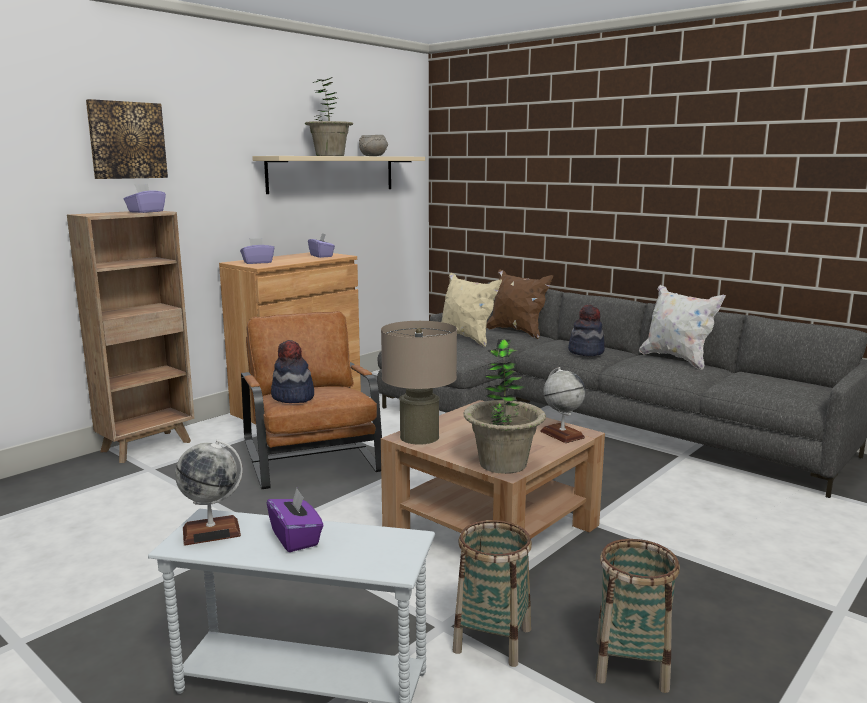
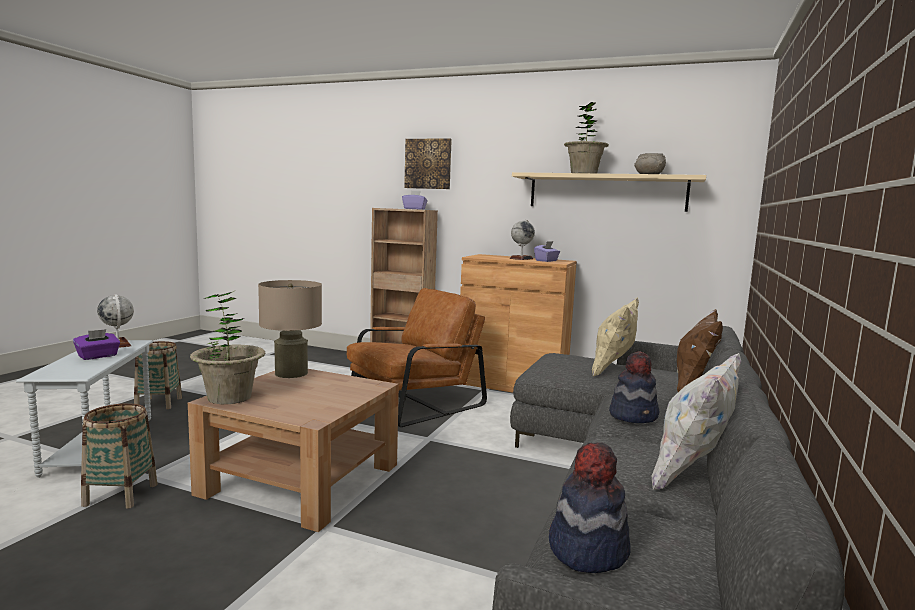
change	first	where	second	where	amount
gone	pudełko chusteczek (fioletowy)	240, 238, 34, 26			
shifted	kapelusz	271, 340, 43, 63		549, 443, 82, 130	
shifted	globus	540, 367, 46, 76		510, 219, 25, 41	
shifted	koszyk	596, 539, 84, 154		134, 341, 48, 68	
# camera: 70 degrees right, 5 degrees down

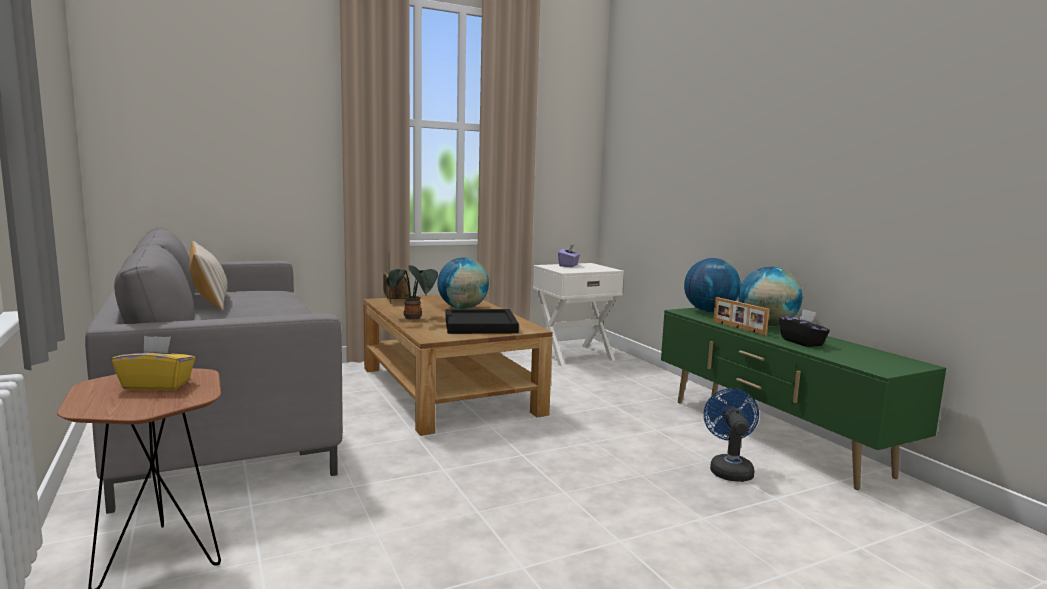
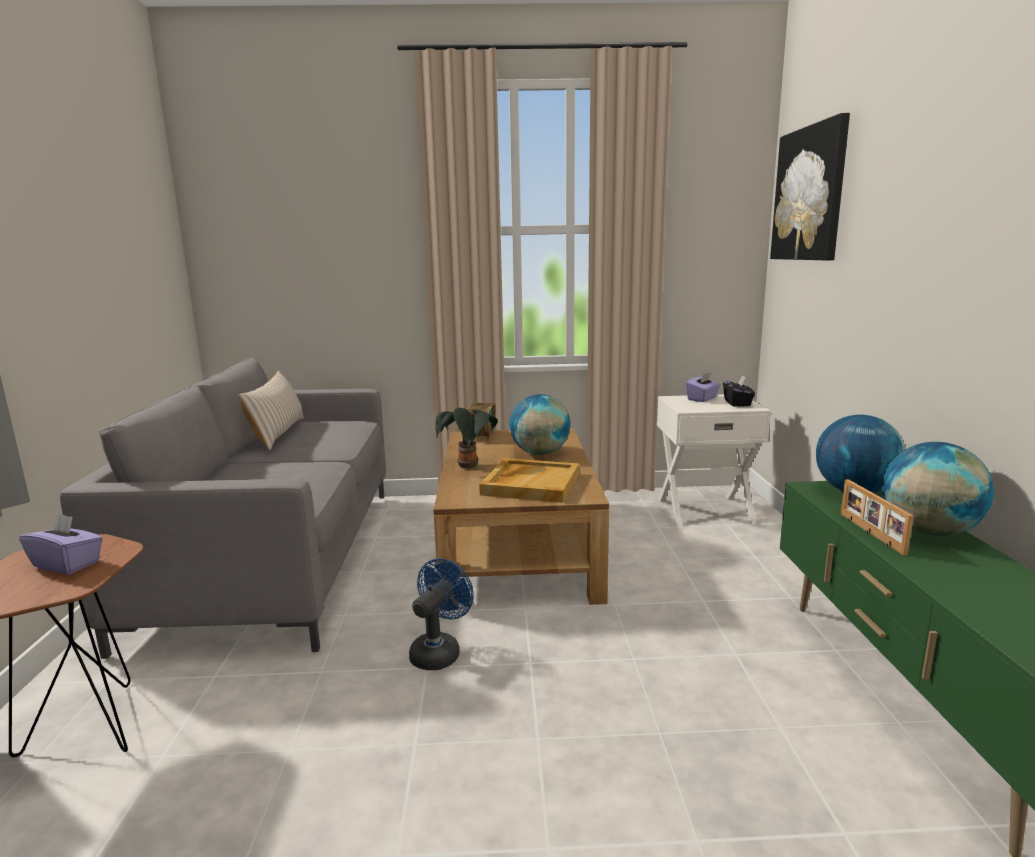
change	first	where	second	where	amount
new			obraz	770, 113, 80, 148	
shifted	wentylator (niebieski)	704, 388, 55, 94		409, 558, 65, 112	
shifted	pudełko chusteczek (czarny)	779, 309, 51, 38		723, 375, 32, 31	
repainted	pudełko chusteczek (żółty)	112, 336, 84, 55	pudełko chusteczek (fioletowy)	19, 513, 84, 61	
repainted	taca (czarny)	445, 309, 74, 25	taca (beżowy)	479, 458, 100, 44	
# camera: 25 degrees right, 5 degrees up

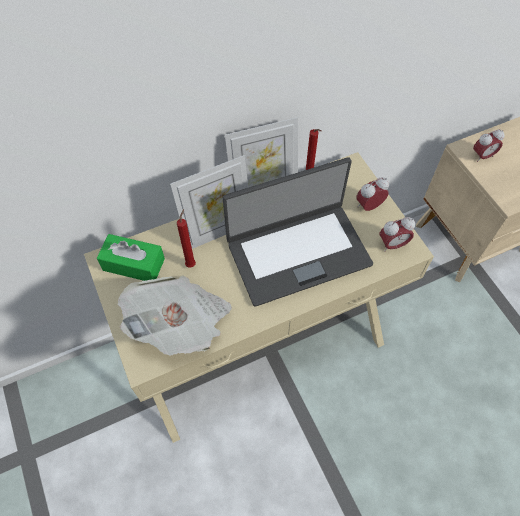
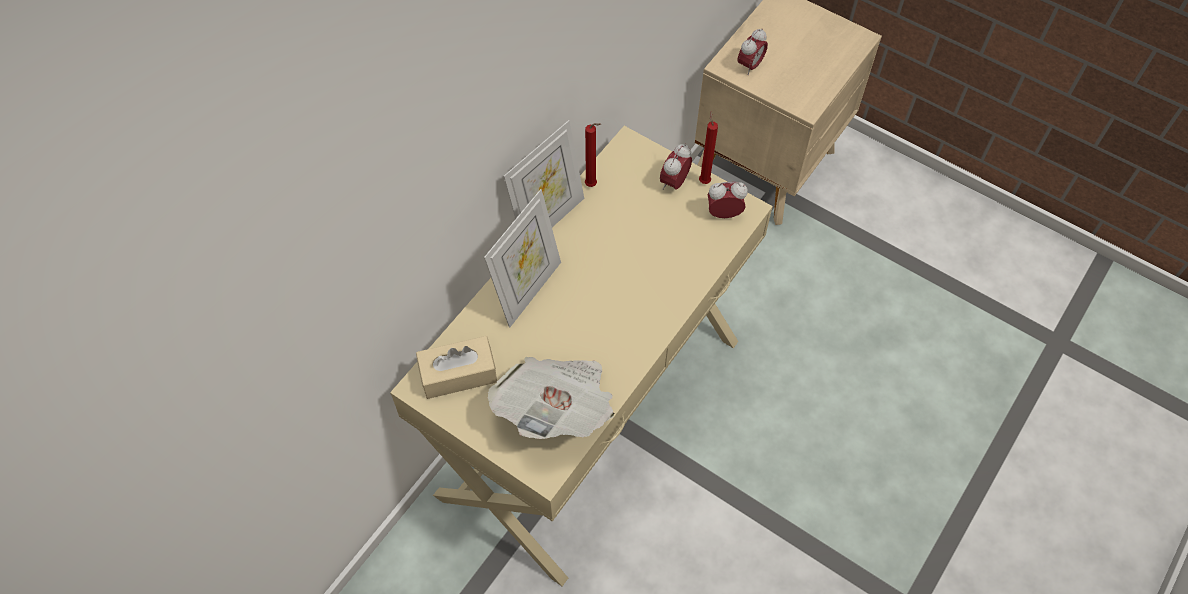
change	first	where	second	where	amount
gone	laptop	223, 157, 150, 150			
shifted	świeca (czerwony)	177, 209, 19, 59		699, 110, 19, 74	
repainted	pudełko chusteczek (zielony)	97, 234, 68, 47	pudełko chusteczek (beżowy)	416, 336, 81, 63	
rotated	budzik	380, 217, 35, 35		708, 182, 40, 36	135 degrees counterclockwise
# camera: 30 degrees left, 0 degrees up

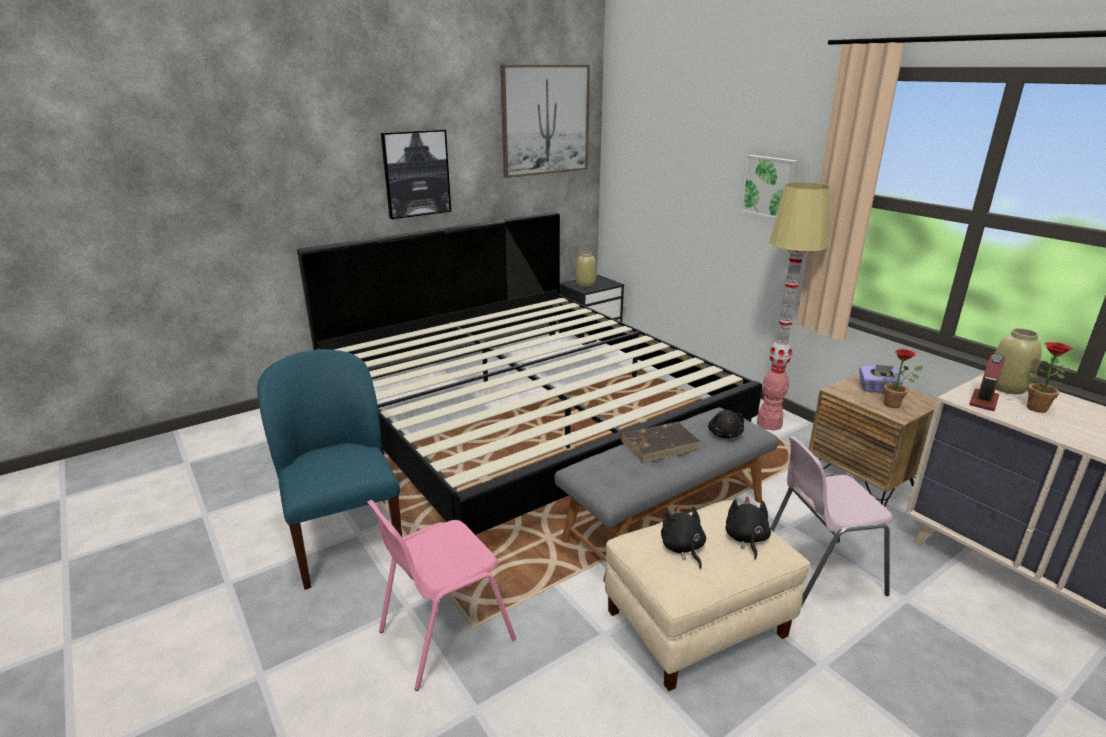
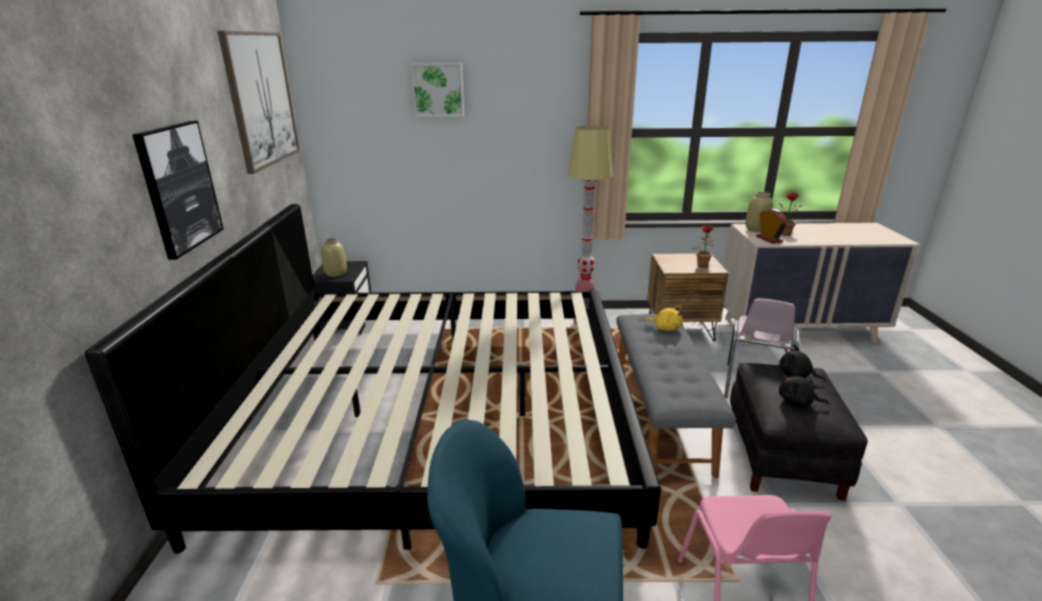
change	first	where	second	where	amount
gone	książka (brązowy)	620, 422, 80, 41			
gone	pudełko chusteczek (fioletowy)	859, 364, 44, 29			
shifted	obraz	740, 155, 59, 64		410, 63, 54, 54	
repainted	pufa (beżowy)	605, 500, 205, 191	pufa (czarny)	730, 363, 138, 137	
repainted	pluszak (czarny)	708, 410, 36, 28	pluszak (żółty)	645, 306, 38, 25	
# camera: 55 degrees left, 0 degrees up

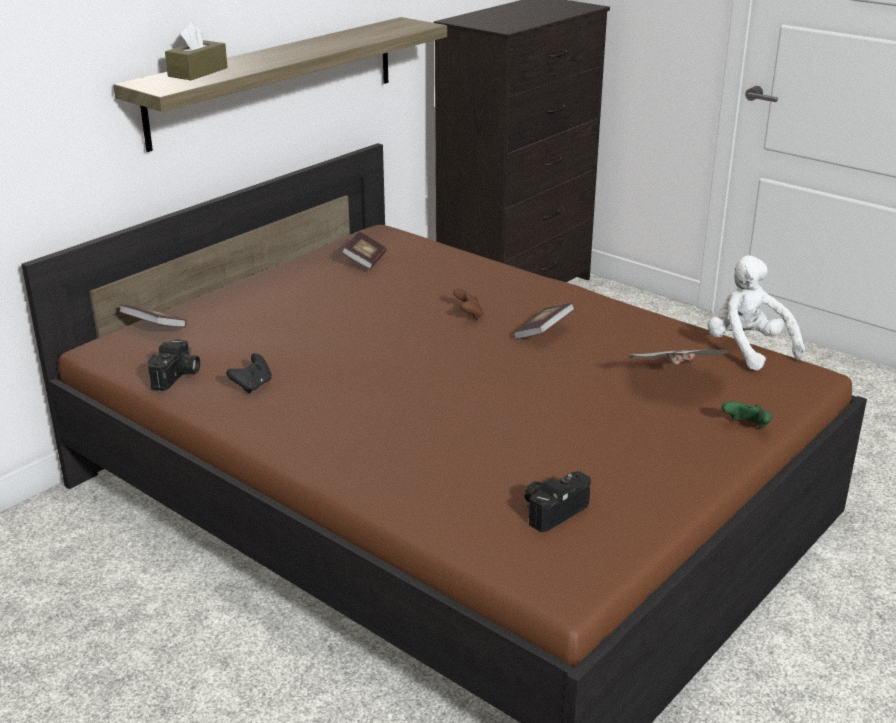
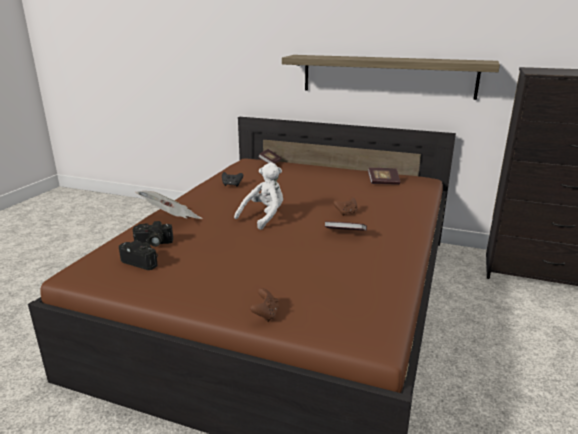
change	first	where	second	where	amount
gone	pudełko chusteczek (brązowy)	165, 22, 63, 58			
shifted	aparat fotograficzny	148, 339, 52, 52		133, 221, 40, 26	
shifted	gazeta	627, 349, 101, 16		135, 191, 67, 28	
shifted	pluszak (biały)	708, 255, 97, 116		234, 163, 49, 67	
repainted	pad do gier (zielony)	722, 401, 50, 27	pad do gier (brązowy)	250, 288, 29, 34	
# camera: 70 degrees right, 5 degrees down

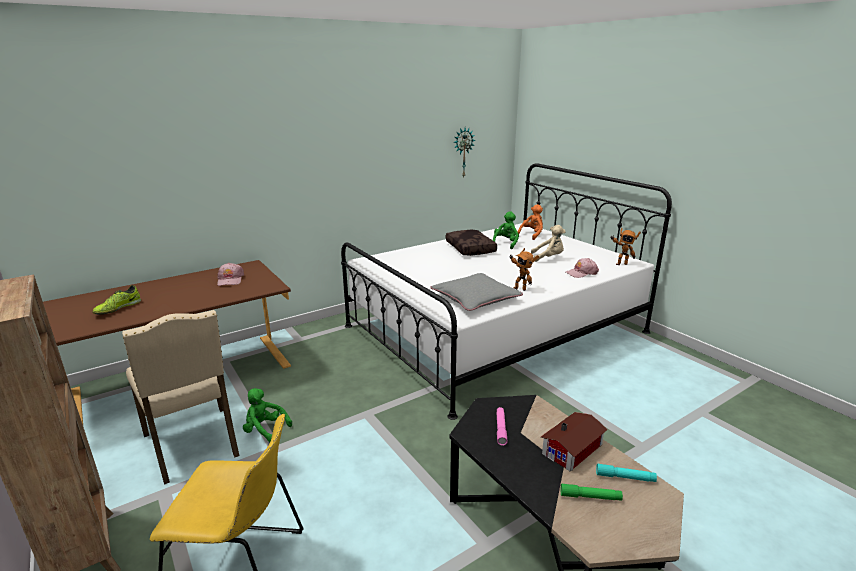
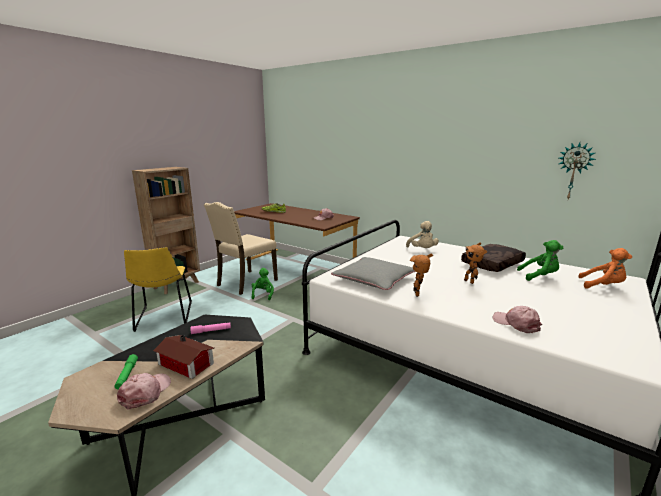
change	first	where	second	where	amount
shifted	pluszak (beżowy)	531, 225, 35, 37		406, 221, 33, 27	
shifted	robot zabawkowy	610, 228, 31, 37		464, 242, 23, 42	
swapped	latarka (turkusowy)	596, 463, 61, 19	czapka z daszkiem (różowy)	117, 373, 54, 37	
# camera: 70 degrees right, 5 degrees down

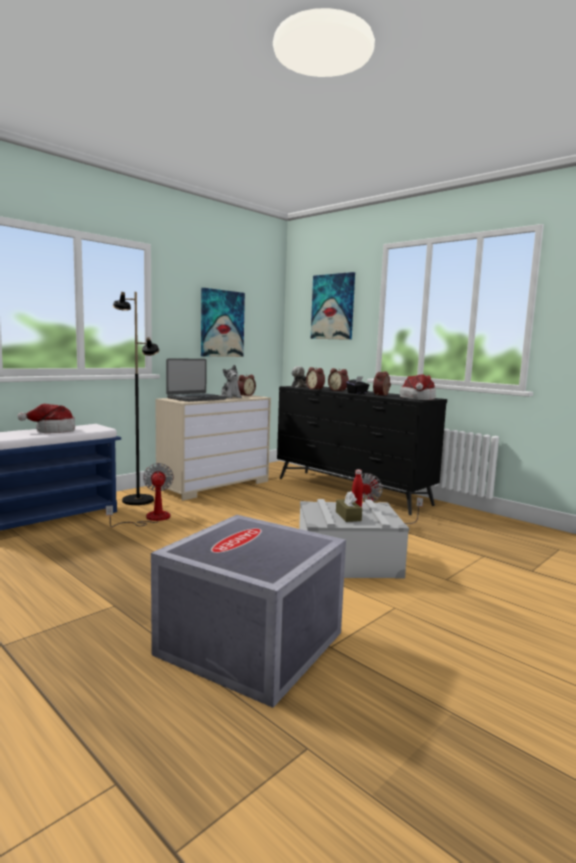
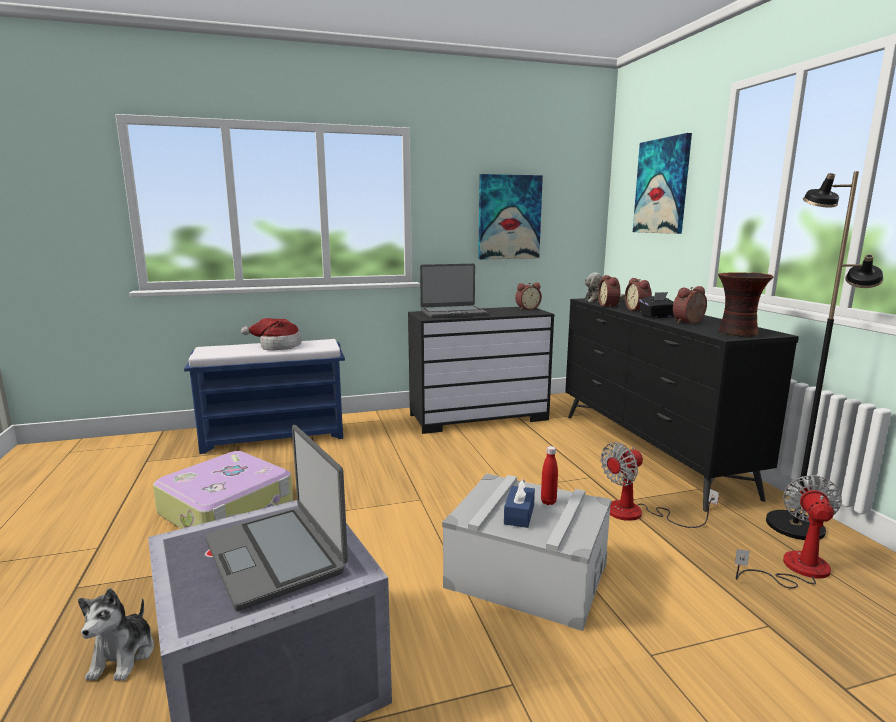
change	first	where	second	where	amount
new			walizka	153, 451, 140, 78	
new			laptop	205, 425, 143, 186	
shifted	wentylator	106, 463, 68, 64		735, 475, 107, 113	
shifted	lampa stojąca (czarny)	113, 292, 46, 213		766, 171, 117, 369	
shifted	pluszak	220, 365, 22, 33		78, 588, 76, 93	
swapped	kapelusz	400, 374, 36, 26	wazon	718, 272, 55, 65	
repainted	komoda (beżowy)	155, 395, 116, 106	komoda (czarny)	408, 307, 146, 127	
repainted	pudełko chusteczek (brązowy)	336, 491, 26, 31	pudełko chusteczek (niebieski)	504, 479, 31, 49	
# camera: 30 degrees right, 5 degrees up

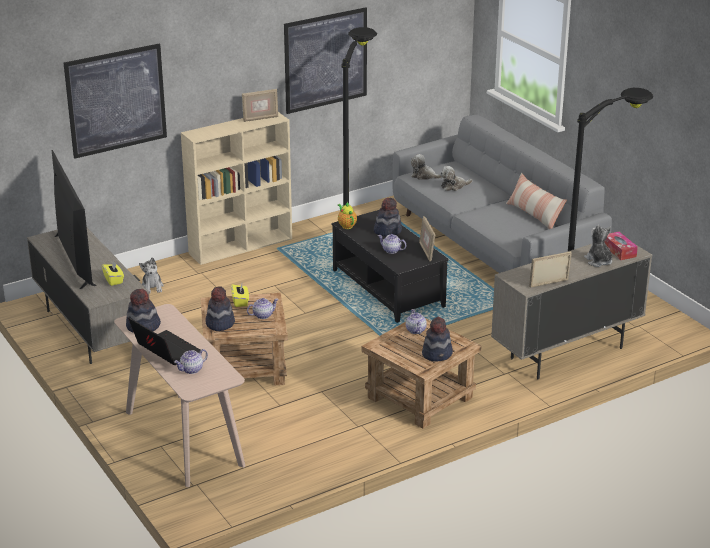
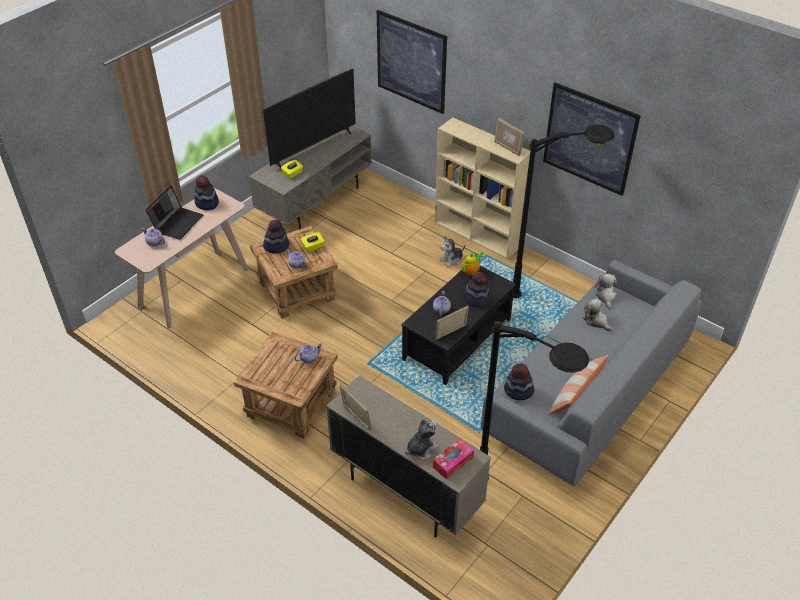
change	first	where	second	where	amount
shifted	pluszak	139, 257, 25, 37		440, 236, 25, 31	
shifted	kapelusz	422, 317, 31, 44		504, 363, 31, 37	
# camera: 70 degrees right, 15 degrees up

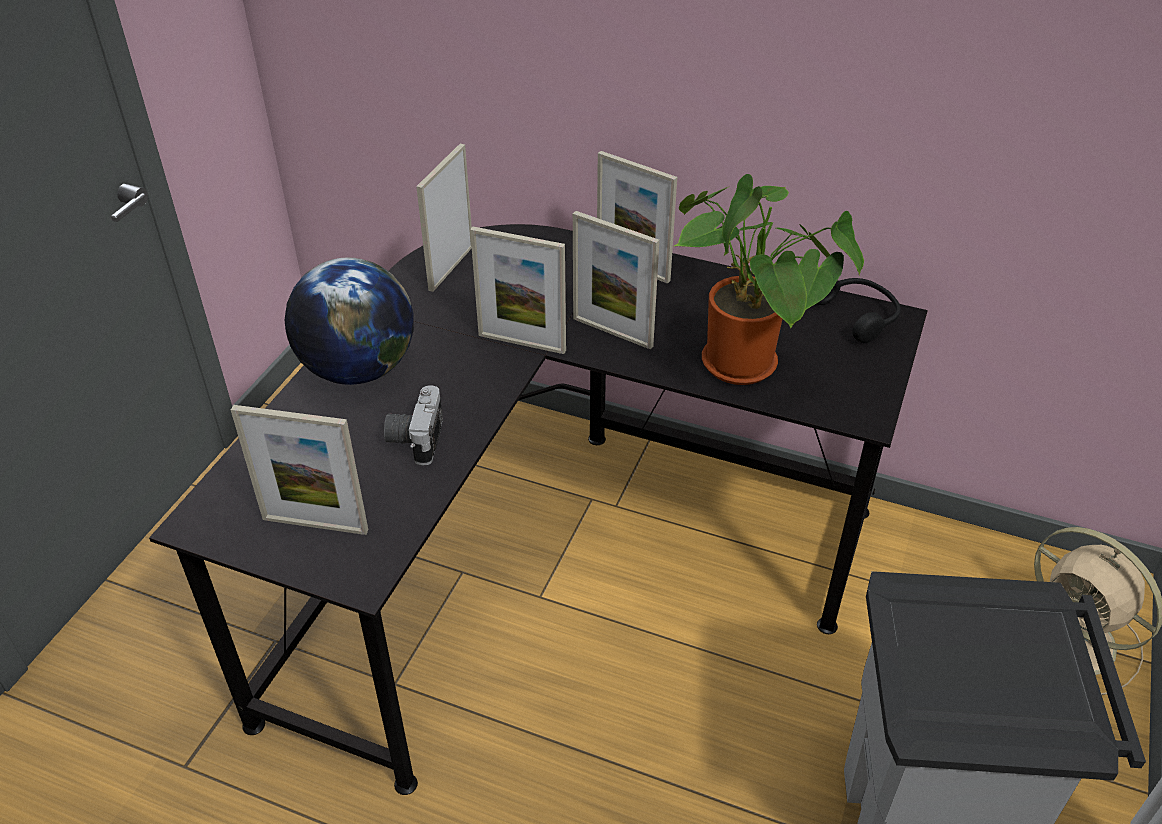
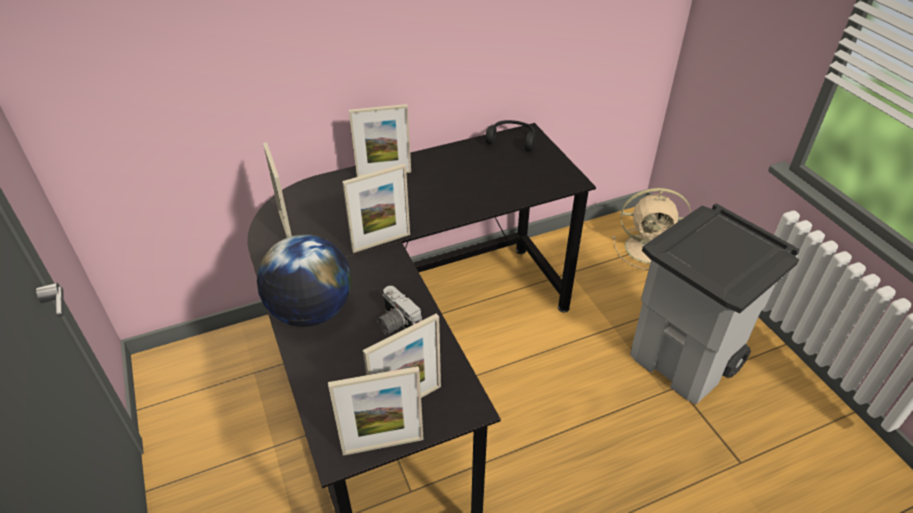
change	first	where	second	where	amount
gone	roślina doniczkowa	674, 174, 190, 211			
shifted	ramka na zdjęcie	573, 211, 86, 138		328, 366, 96, 90	
# camera: 45 degrees left, 0 degrees up

